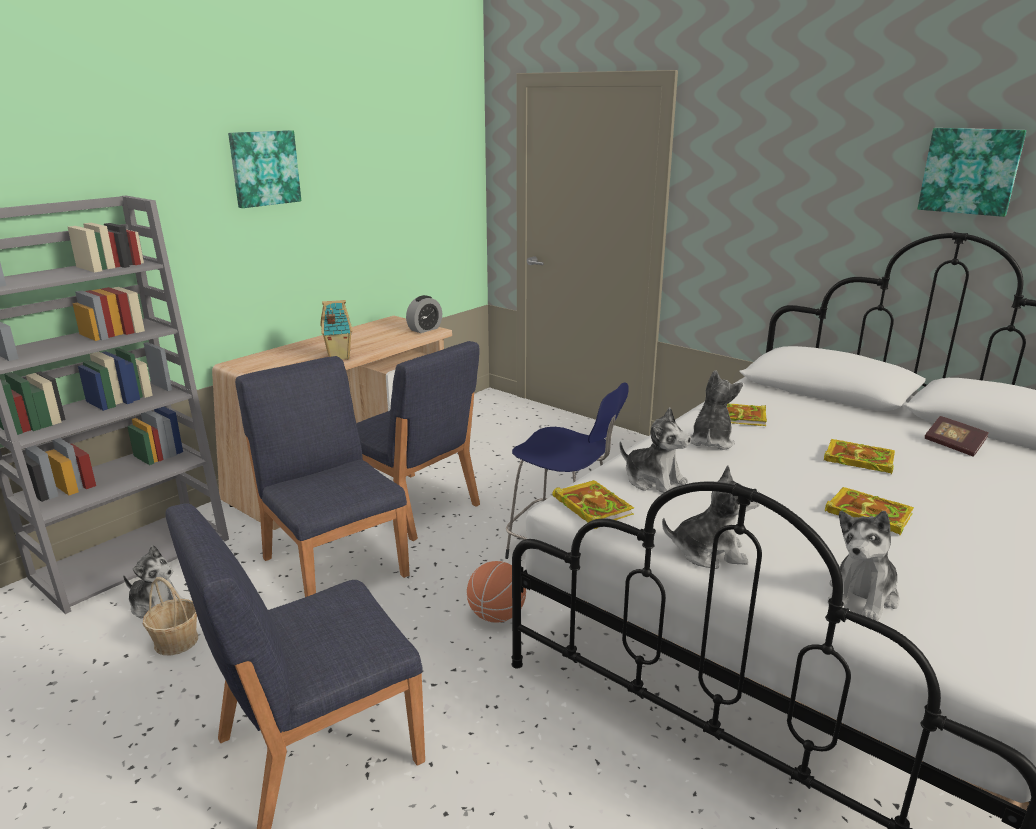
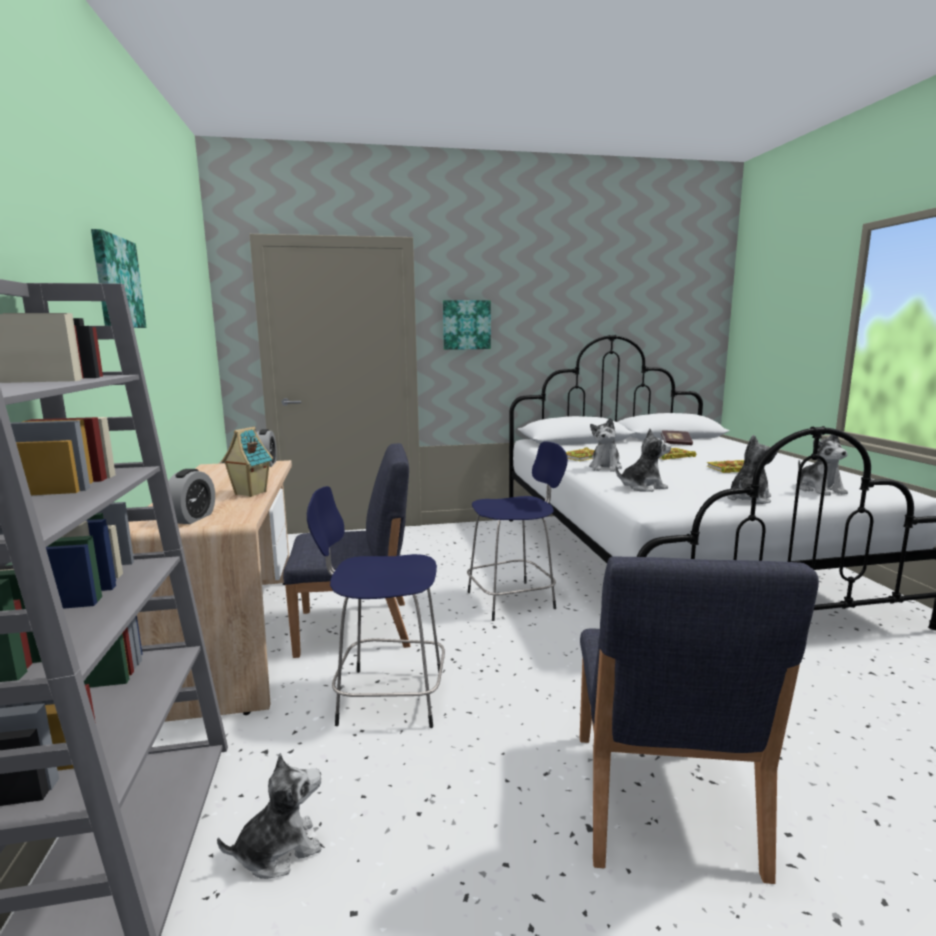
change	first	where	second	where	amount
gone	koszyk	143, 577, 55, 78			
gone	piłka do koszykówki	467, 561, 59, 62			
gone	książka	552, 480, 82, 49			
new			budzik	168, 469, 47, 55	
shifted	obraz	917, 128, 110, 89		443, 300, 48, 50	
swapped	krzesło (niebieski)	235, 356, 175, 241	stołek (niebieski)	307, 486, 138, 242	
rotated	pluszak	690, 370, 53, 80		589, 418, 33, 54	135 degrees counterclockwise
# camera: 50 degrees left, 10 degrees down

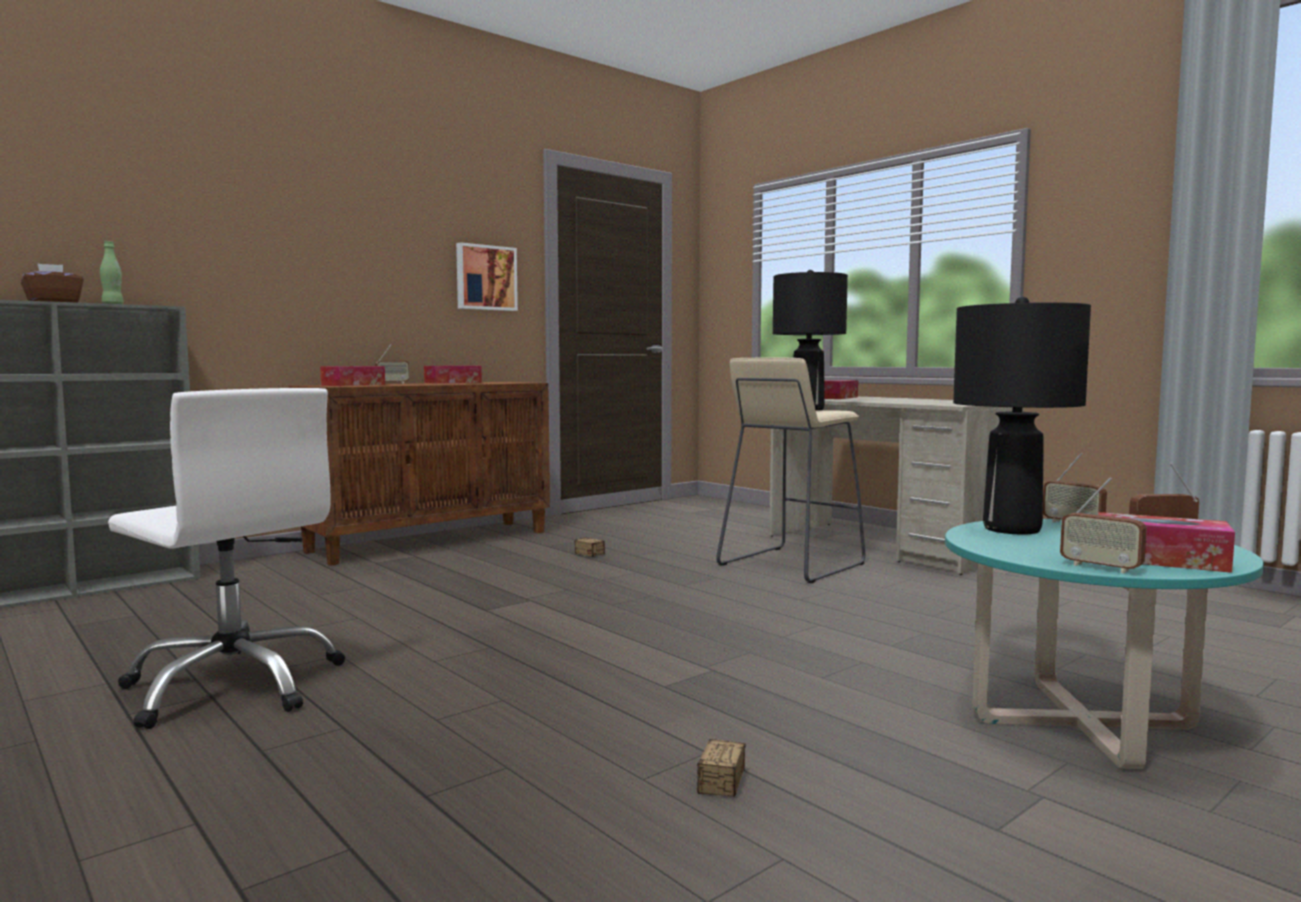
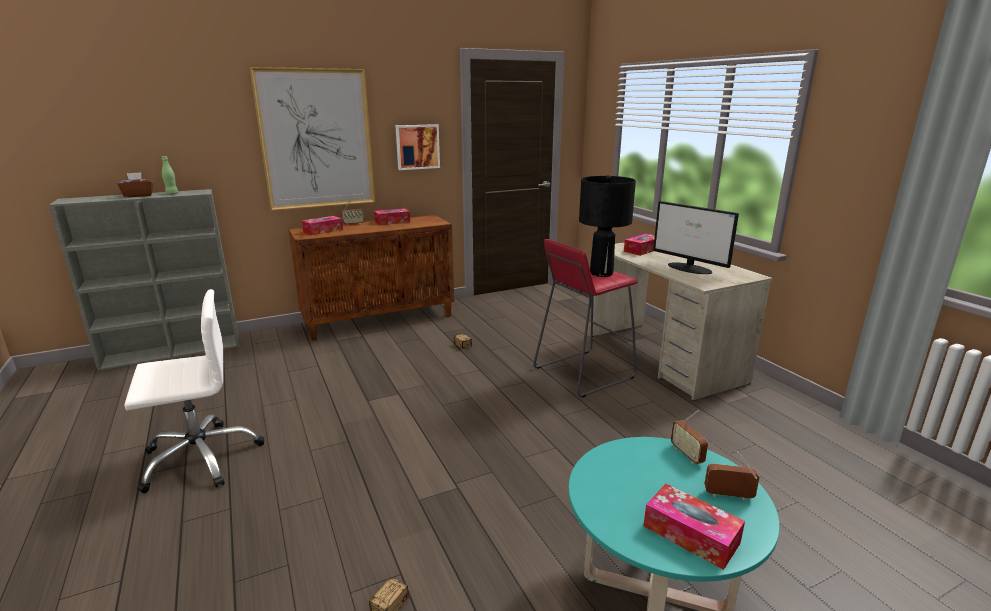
change	first	where	second	where	amount
gone	lampa stołowa (czarny)	953, 297, 138, 237			
gone	radio	1060, 478, 87, 95			
new			obraz	250, 67, 125, 144	
new			monitor	653, 201, 86, 73	
repainted	stołek (beżowy)	716, 357, 149, 226	stołek (czerwony)	533, 239, 105, 159	
rotated	krzesło biurowe (biały)	108, 388, 238, 341		124, 289, 140, 204	75 degrees counterclockwise
# camera: 15 degrees right, 15 degrees up

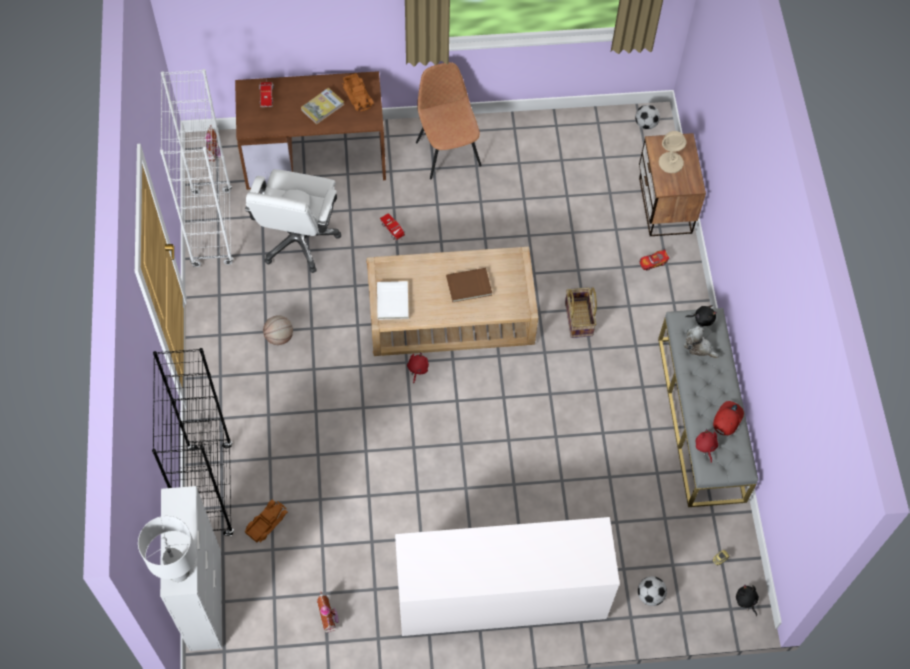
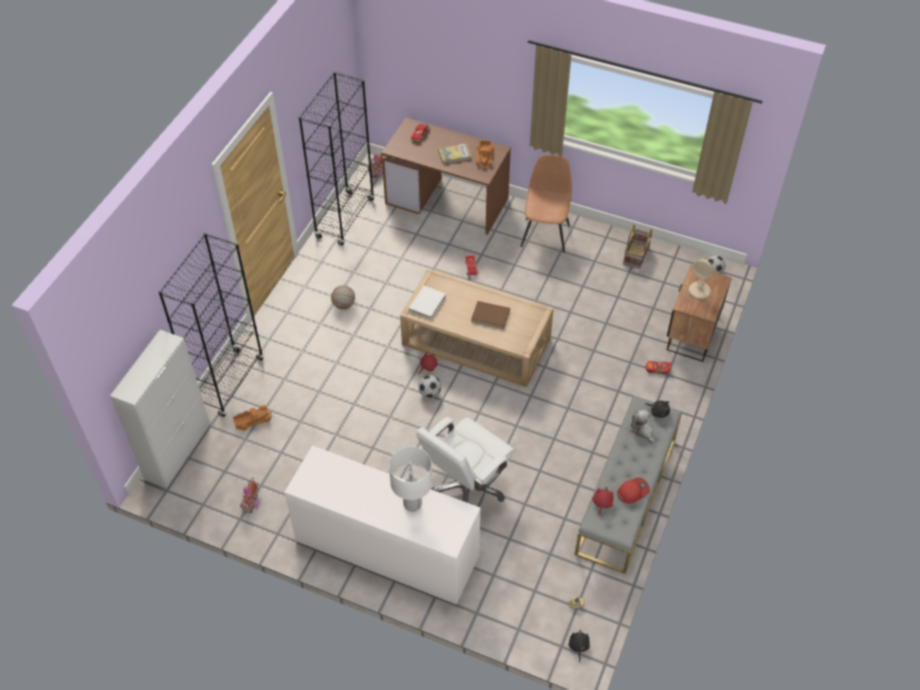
change	first	where	second	where	amount
shifted	lampa stołowa (biały)	138, 516, 59, 66		389, 446, 43, 66	
shifted	krzesło biurowe (biały)	245, 169, 96, 104		416, 417, 99, 86	
shifted	koszyk	565, 287, 32, 51		623, 224, 29, 45	
shifted	piłka futbolowa	638, 576, 29, 30		418, 375, 23, 23	
repainted	regał (biały)	160, 69, 73, 198	regał (czarny)	299, 71, 76, 175	
# camera: 30 degrees right, 10 degrees down

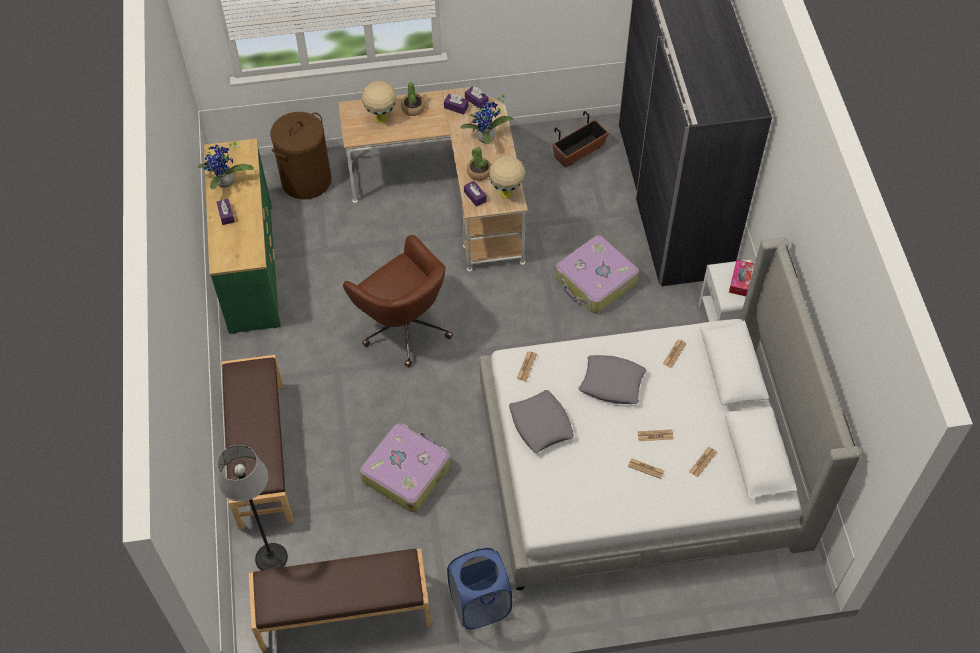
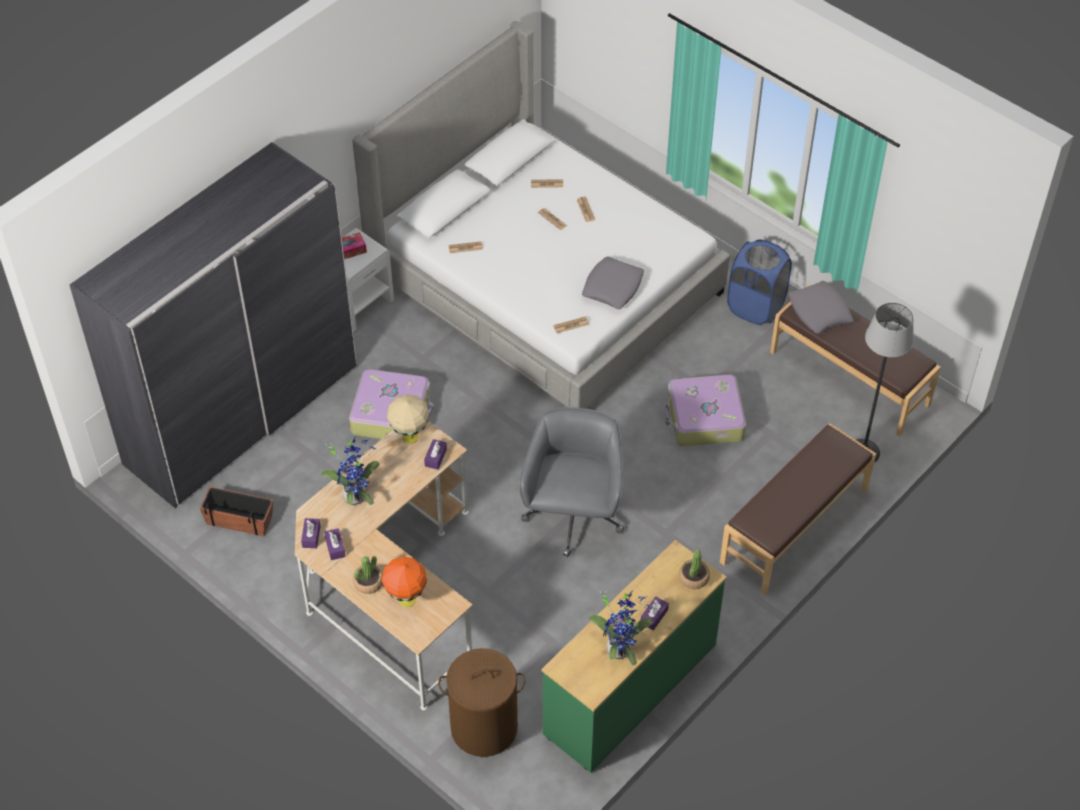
change	first	where	second	where	amount
shifted	roślina doniczkowa	467, 147, 24, 34		679, 549, 31, 40	
shifted	poduszka (szary)	578, 355, 68, 49		788, 281, 65, 52	
repainted	krzesło biurowe (brązowy)	343, 235, 110, 133	krzesło biurowe (szary)	519, 407, 105, 150	
repainted	lampa stołowa (beżowy)	361, 80, 35, 44	lampa stołowa (pomarańczowy)	382, 556, 45, 51	
# camera: 130 degrees left, 5 degrees down

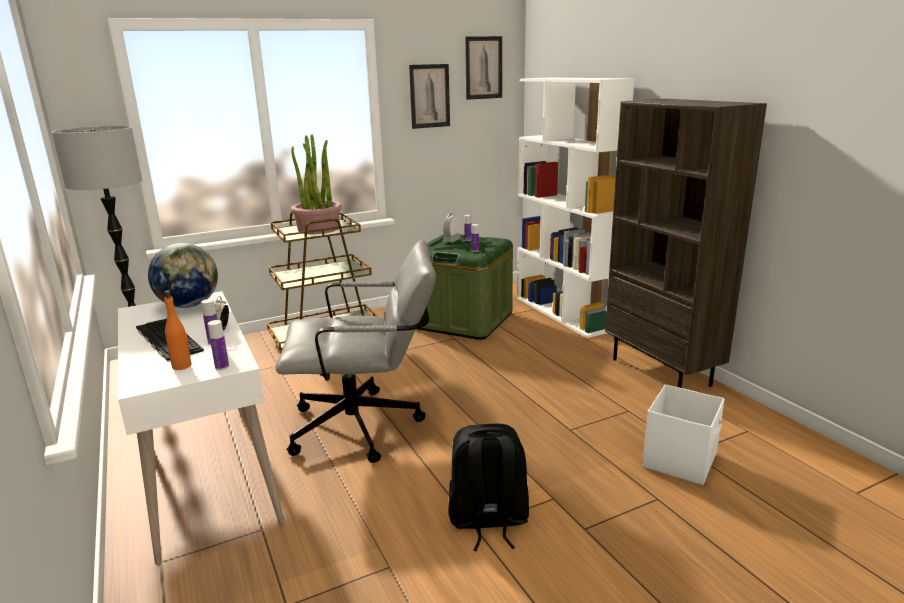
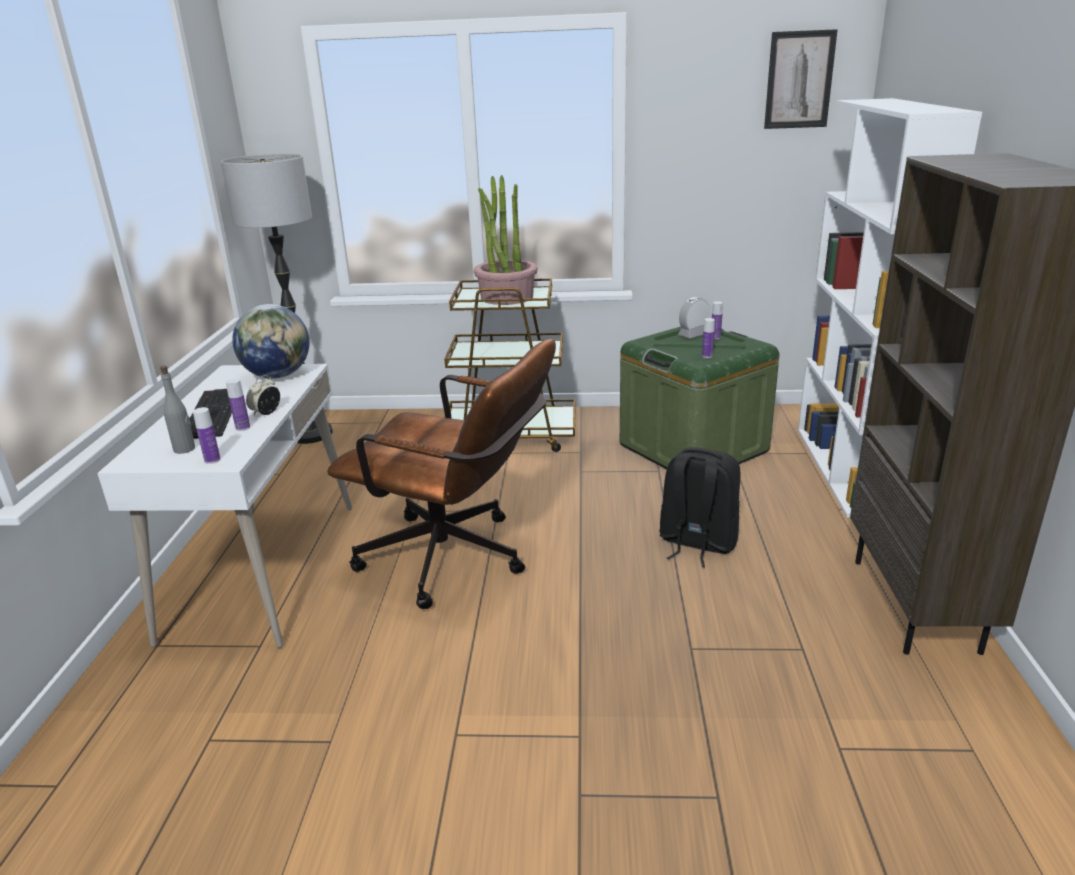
change	first	where	second	where	amount
gone	obraz	409, 64, 41, 65			
gone	pojemnik do przechowywania (biały)	643, 384, 82, 101			
shifted	plecak (czarny)	448, 424, 81, 127		660, 447, 80, 120	
repainted	butelka (pomarańczowy)	164, 290, 28, 80	butelka (szary)	160, 366, 35, 88	
repainted	krzesło biurowe (szary)	276, 240, 160, 223	krzesło biurowe (brązowy)	327, 339, 229, 270	
# camera: 30 degrees right, 5 degrees up

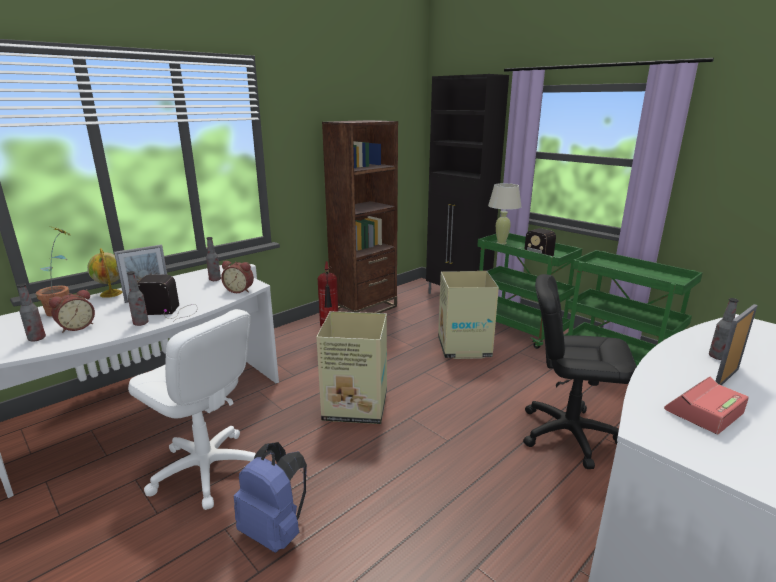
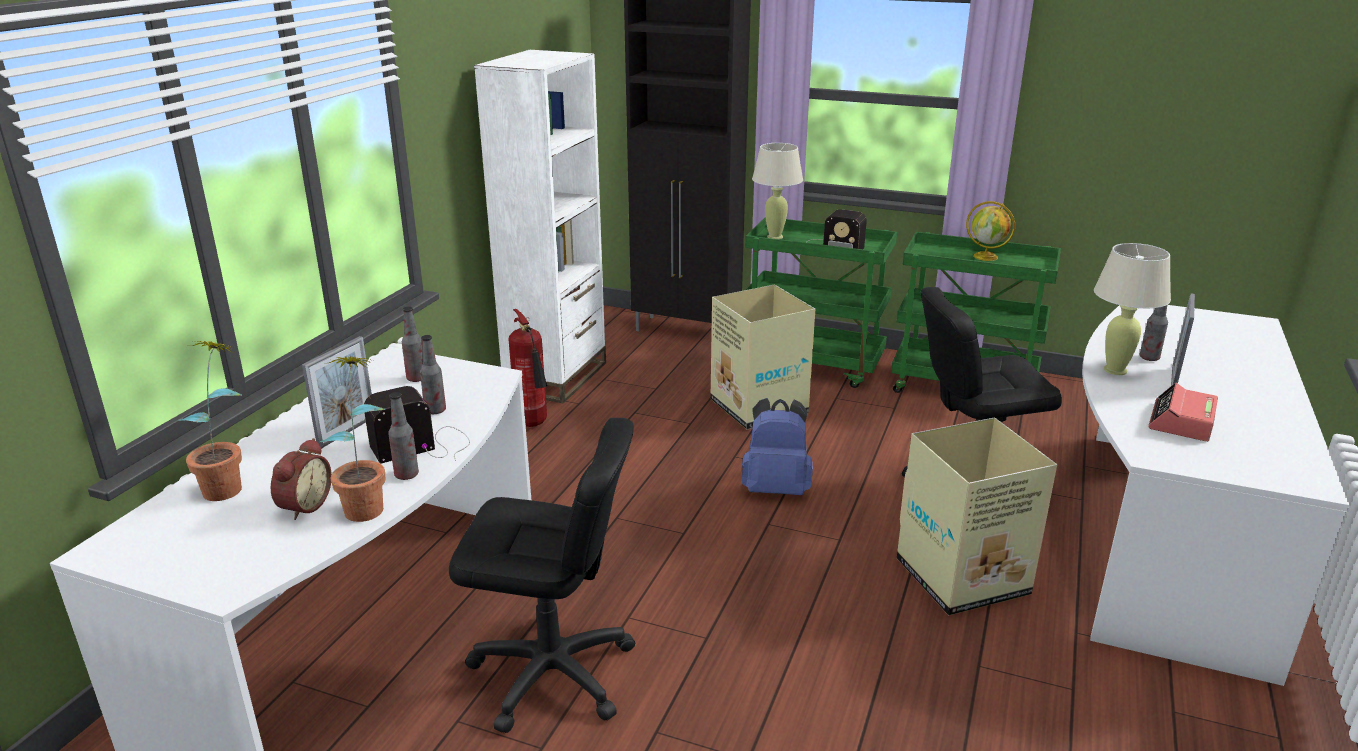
change	first	where	second	where	amount
gone	budzik	221, 261, 33, 32			
new			roślina doniczkowa	320, 357, 65, 165	
new			lampa stołowa (beżowy)	1094, 243, 77, 132	
shifted	butelka	17, 284, 29, 57		420, 335, 26, 79	
shifted	globus	87, 248, 35, 50		966, 201, 49, 60	
shifted	plecak (niebieski)	234, 442, 73, 111		741, 398, 72, 97	
shifted	karton	317, 311, 70, 113		897, 418, 160, 197	
repainted	krzesło biurowe (biały)	128, 309, 128, 201	krzesło biurowe (czarny)	449, 418, 186, 315	
repainted	regał (brązowy)	322, 120, 76, 193	regał (biały)	474, 50, 132, 353	
# camera: 25 degrees left, 5 degrees up

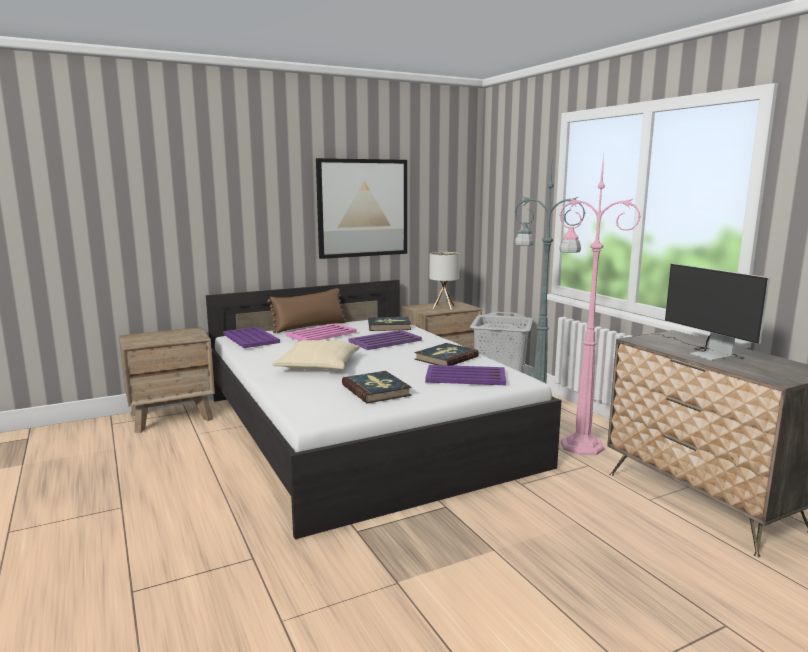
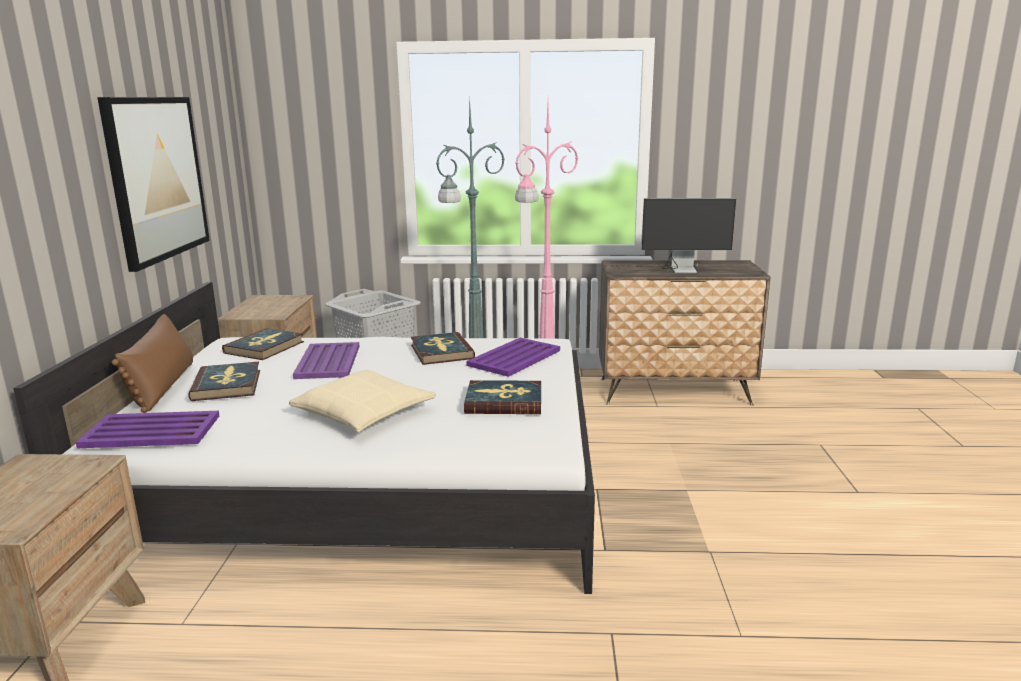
change	first	where	second	where	amount
gone	lampa stołowa	429, 252, 31, 58			
swapped	taca (różowy)	286, 323, 71, 18	książka	188, 362, 72, 39	
# camera: 60 degrees left, 5 degrees up

